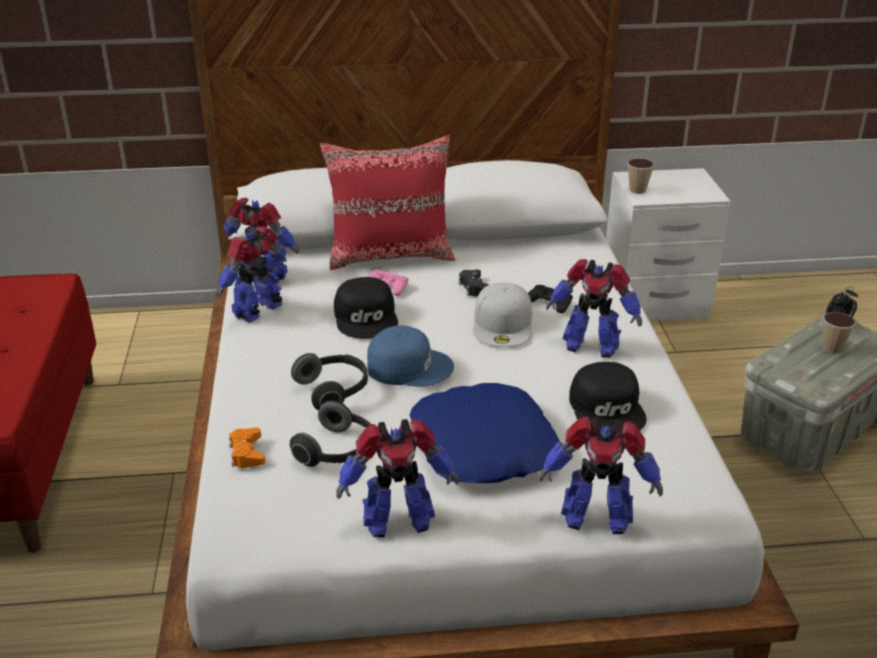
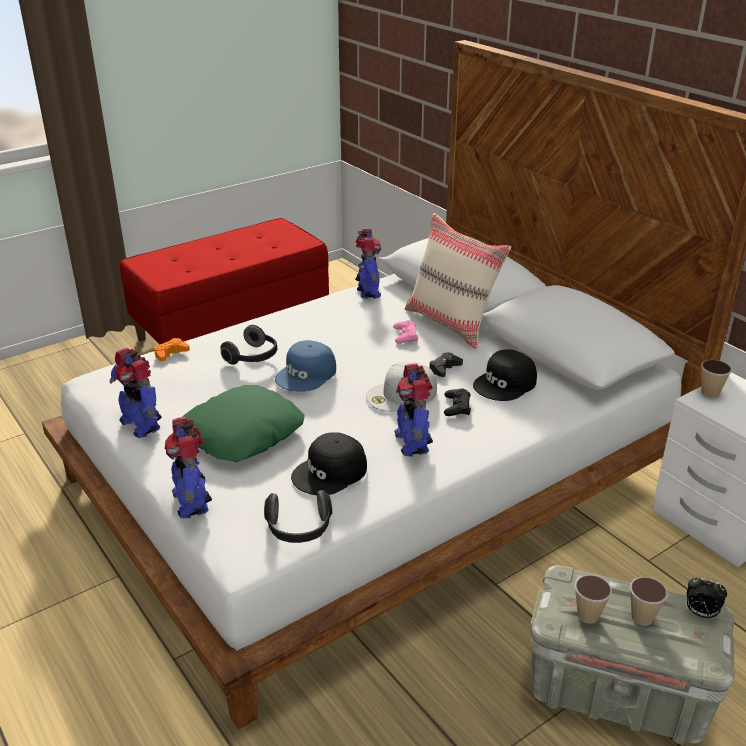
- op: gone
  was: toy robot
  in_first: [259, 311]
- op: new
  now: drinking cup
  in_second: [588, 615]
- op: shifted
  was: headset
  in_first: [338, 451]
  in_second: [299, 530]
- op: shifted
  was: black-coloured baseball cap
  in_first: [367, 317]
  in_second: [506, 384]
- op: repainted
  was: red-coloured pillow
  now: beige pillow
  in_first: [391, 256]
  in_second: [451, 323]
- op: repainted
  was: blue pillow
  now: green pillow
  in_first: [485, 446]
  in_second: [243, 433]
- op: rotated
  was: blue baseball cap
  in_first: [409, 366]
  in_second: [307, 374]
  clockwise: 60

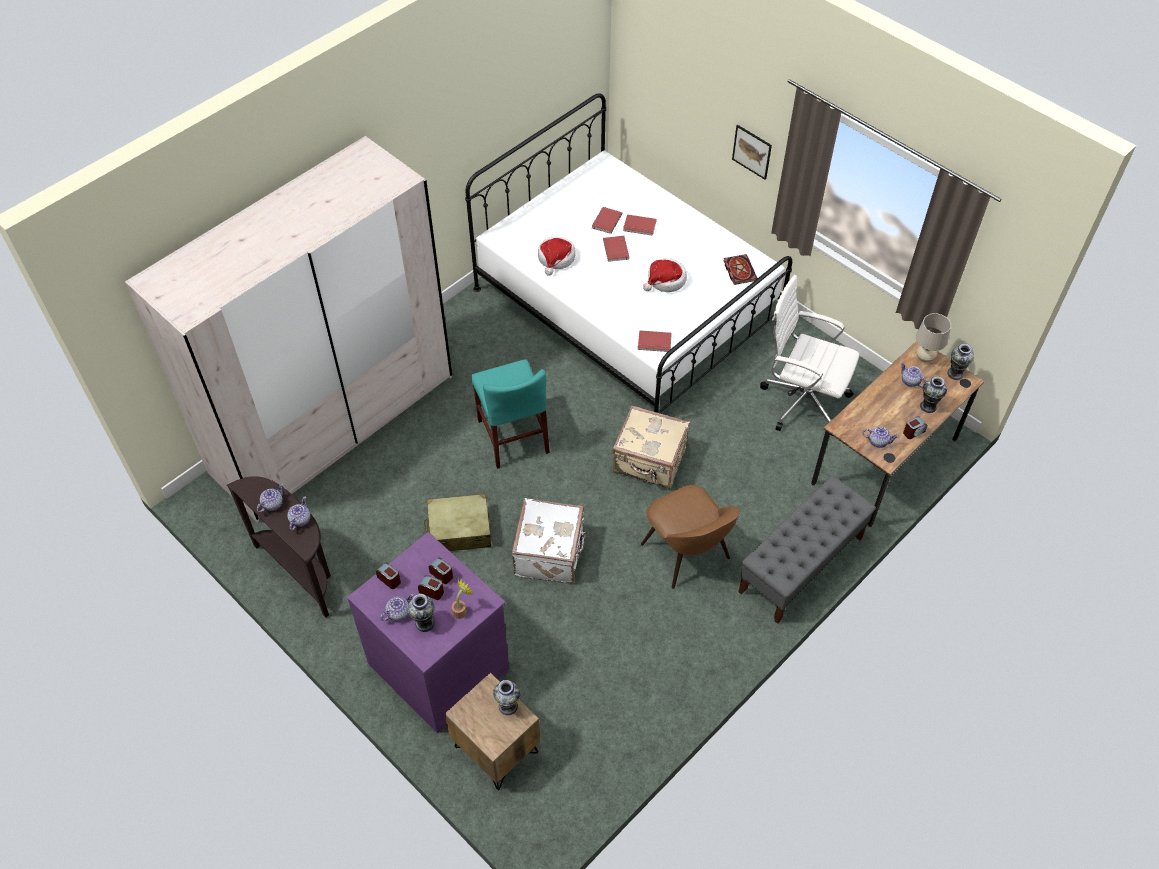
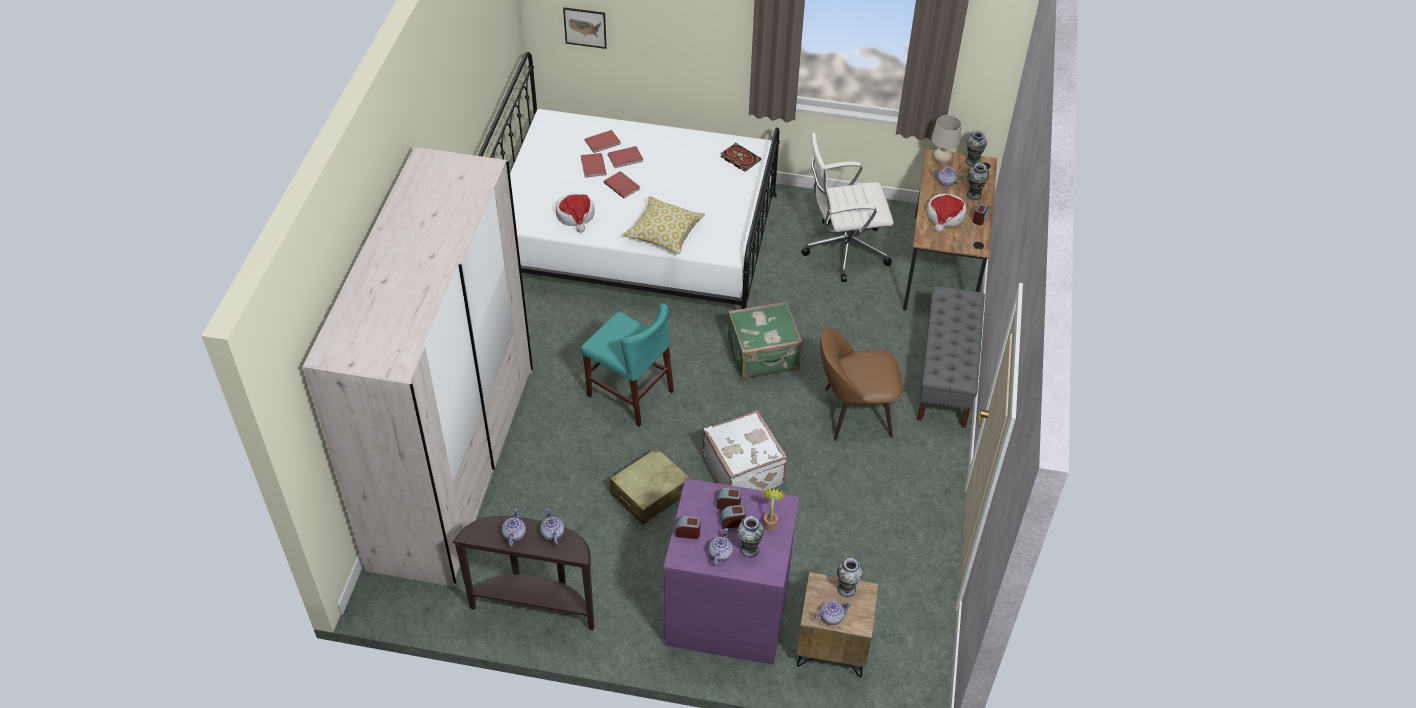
- op: new
  now: pillow
  in_second: [664, 233]
- op: shifted
  was: red-coloured book
  in_first: [654, 343]
  in_second: [603, 143]
- op: shifted
  was: clothing hat
  in_first: [665, 280]
  in_second: [945, 216]
- op: shifted
  was: wall picture
  in_first: [752, 151]
  in_second: [585, 27]
- op: shifted
  was: tea pot
  in_first: [877, 441]
  in_second: [831, 617]
- op: repainted
  was: beige travel case
  now: green travel case
  in_first: [649, 462]
  in_second: [764, 356]
- op: rotated
  was: brownish upright chair
  in_first: [687, 554]
  in_second: [854, 412]
  clockwise: 150

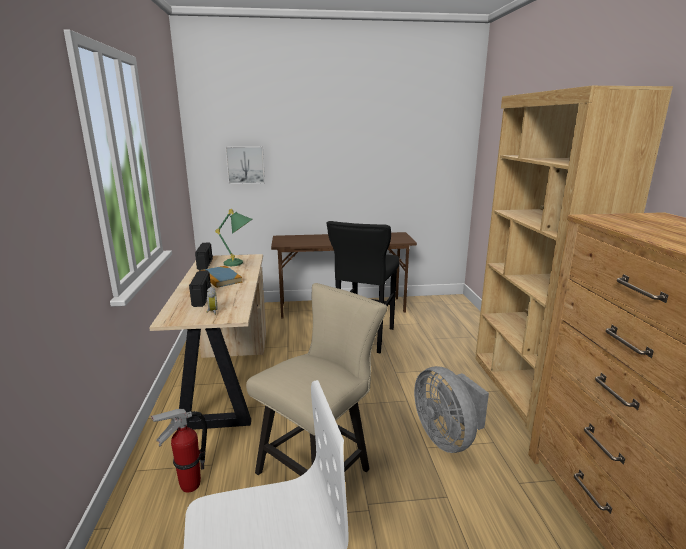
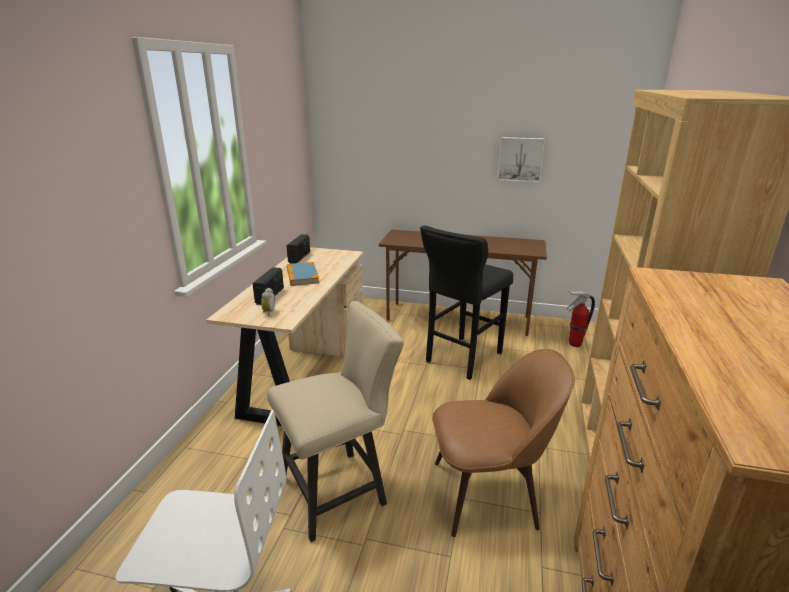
- op: gone
  was: green lamp for a table
  in_first: [240, 263]
- op: shifted
  was: fire-fighting cylinder
  in_first: [189, 485]
  in_second: [574, 344]
- op: shifted
  was: wall picture
  in_first: [245, 165]
  in_second: [520, 159]
- op: swapped
  was: grey electric fan
  now: brownish upright chair
  in_first: [447, 438]
  in_second: [489, 493]

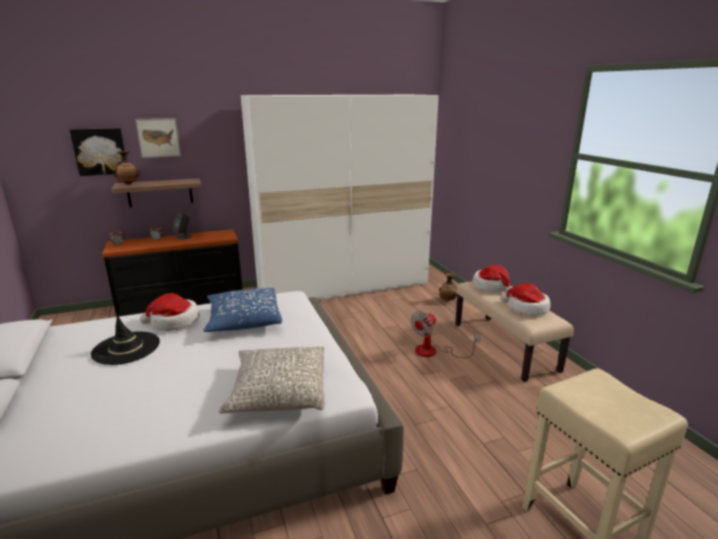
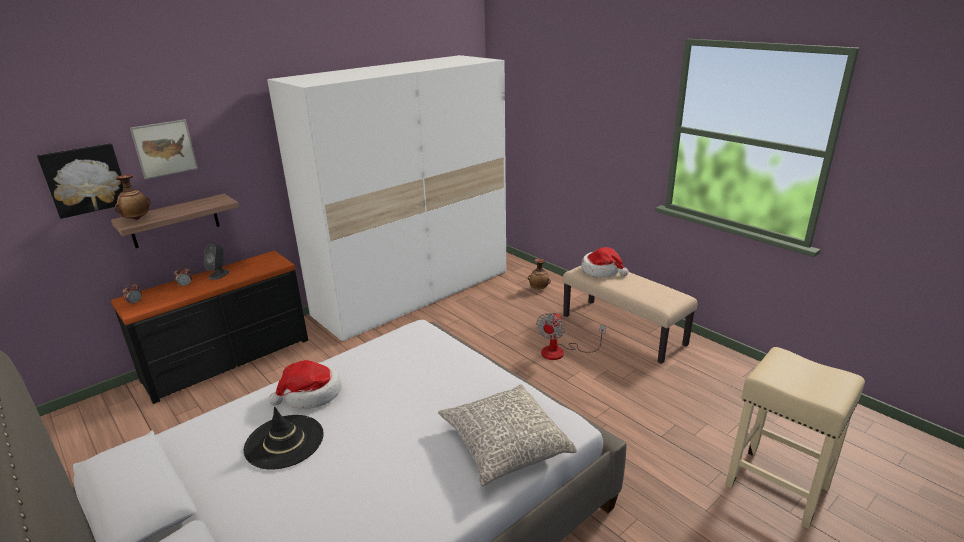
- op: gone
  was: blue pillow
  in_first: [243, 320]
- op: gone
  was: clothing hat
  in_first: [526, 308]

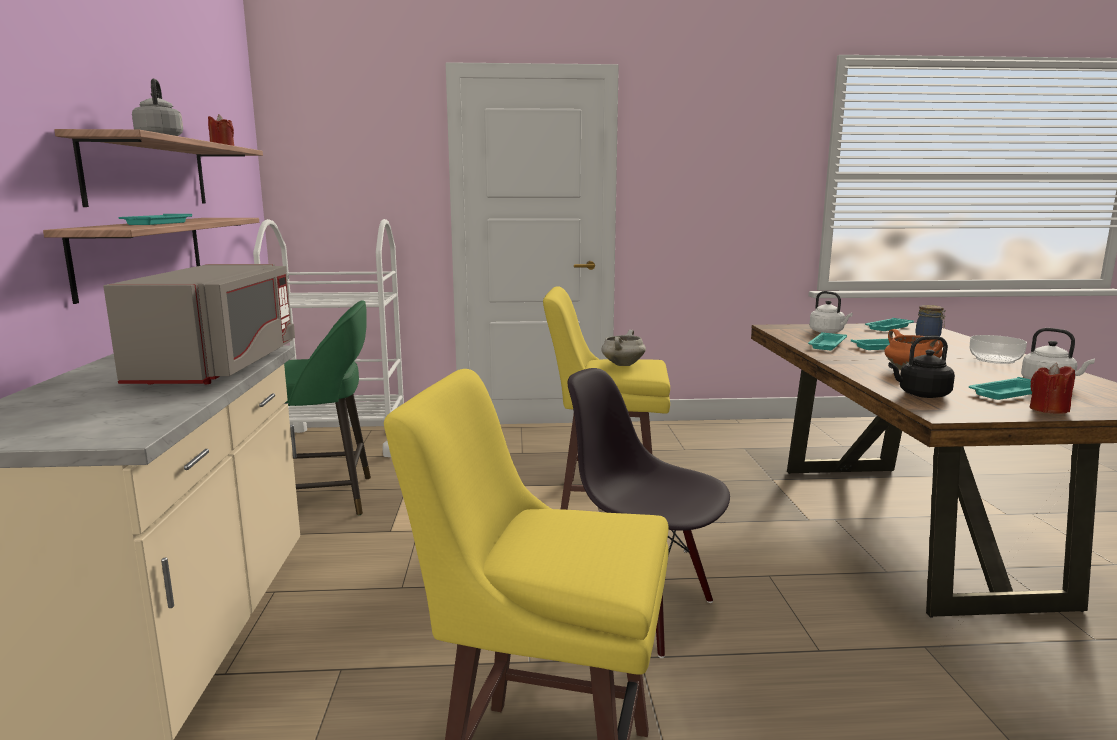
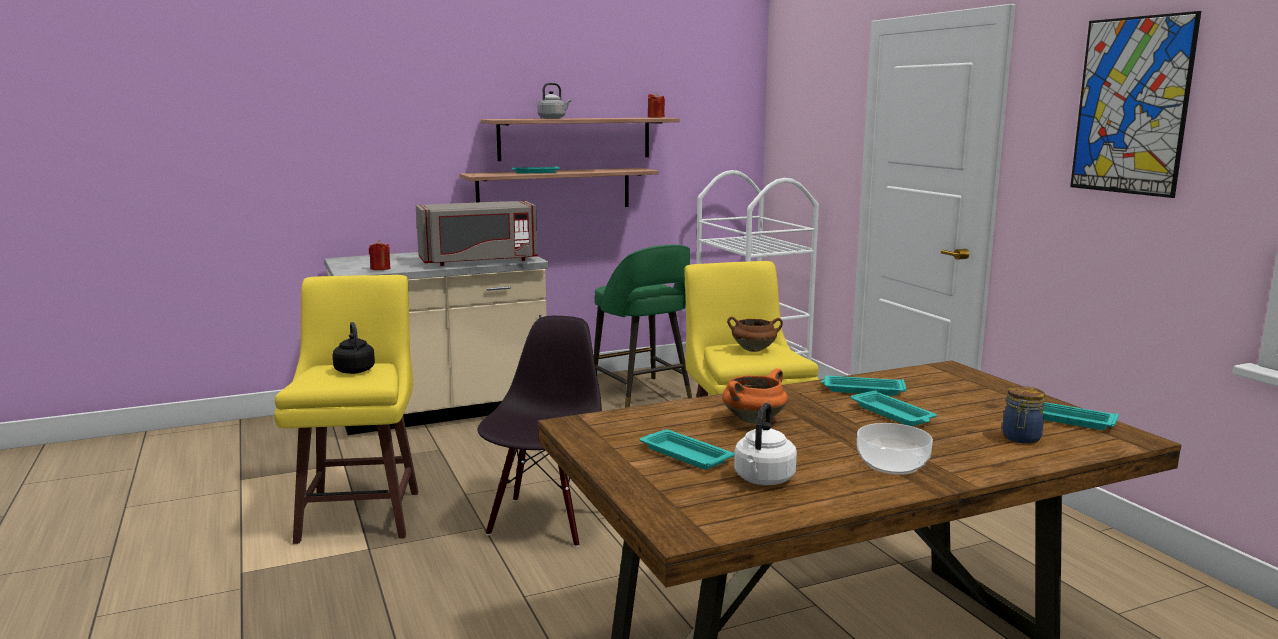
- op: gone
  was: whitish kettle
  in_first: [828, 332]
- op: new
  now: wall picture
  in_second: [1131, 106]
- op: shifted
  was: black-coloured kettle
  in_first: [921, 395]
  in_second: [354, 370]
- op: shifted
  was: red-coloured candle
  in_first: [1048, 409]
  in_second: [380, 269]
- op: repainted
  was: whitish stockpot
  now: brownish stockpot
  in_first: [622, 364]
  in_second: [754, 350]

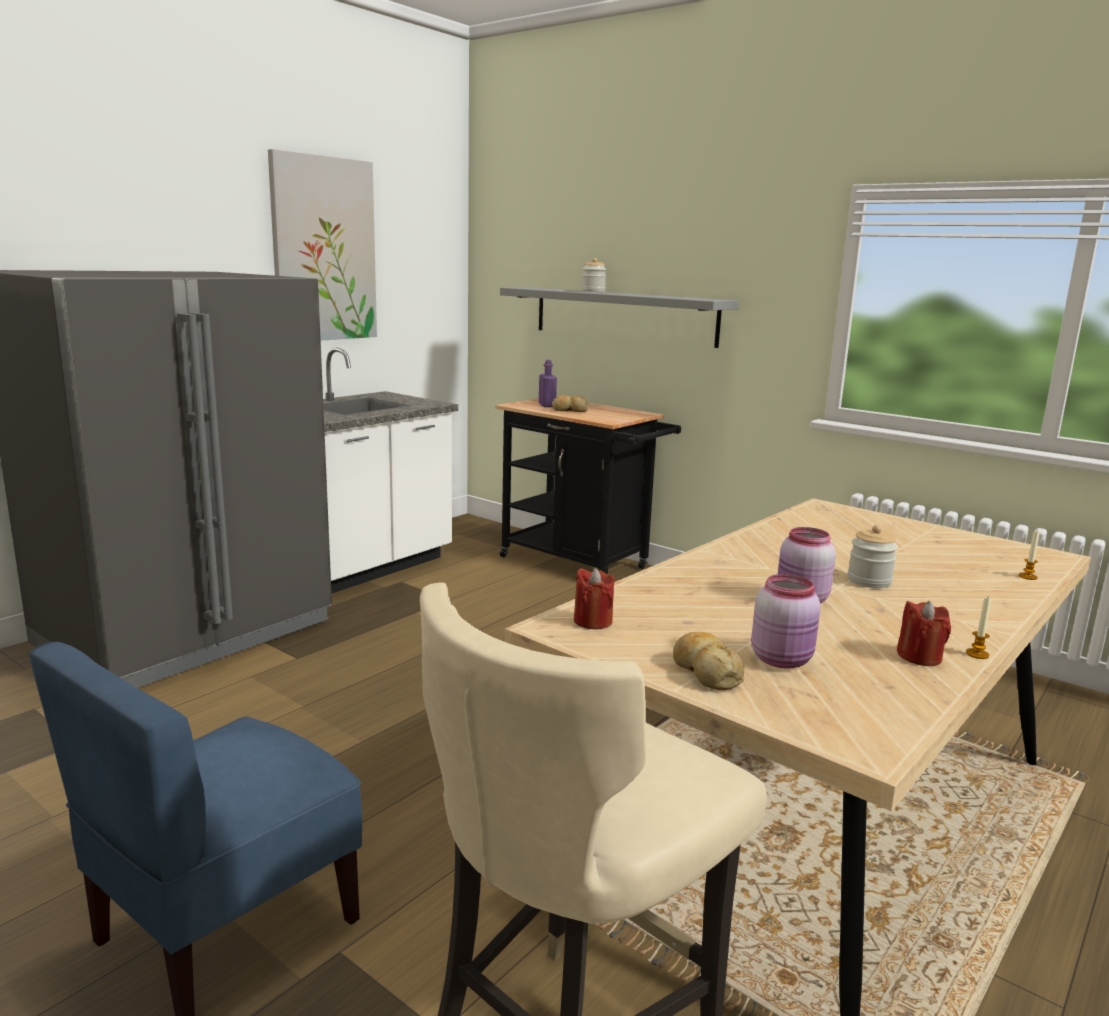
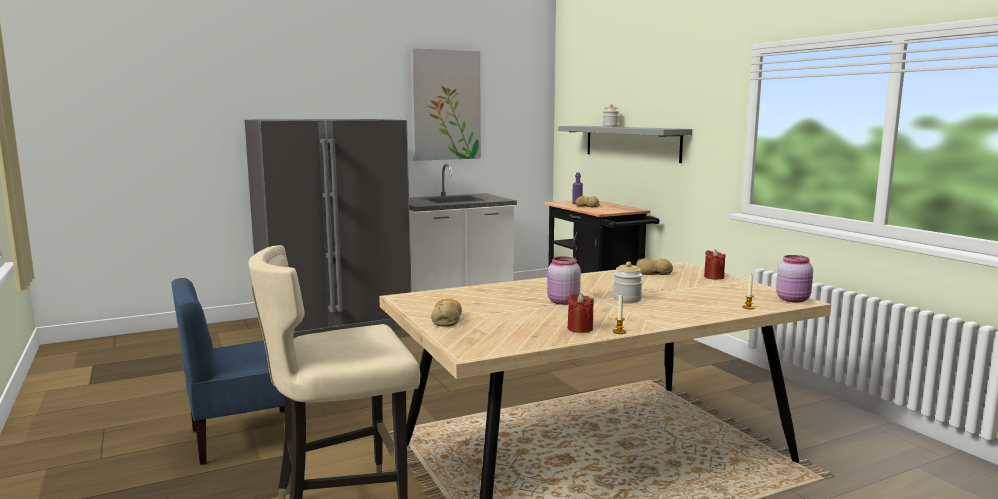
- op: new
  now: bakery bread
  in_second: [654, 273]
- op: shifted
  was: red-coloured candle
  in_first: [592, 621]
  in_second: [714, 277]
- op: shifted
  was: pink storage jar
  in_first: [783, 660]
  in_second: [793, 300]

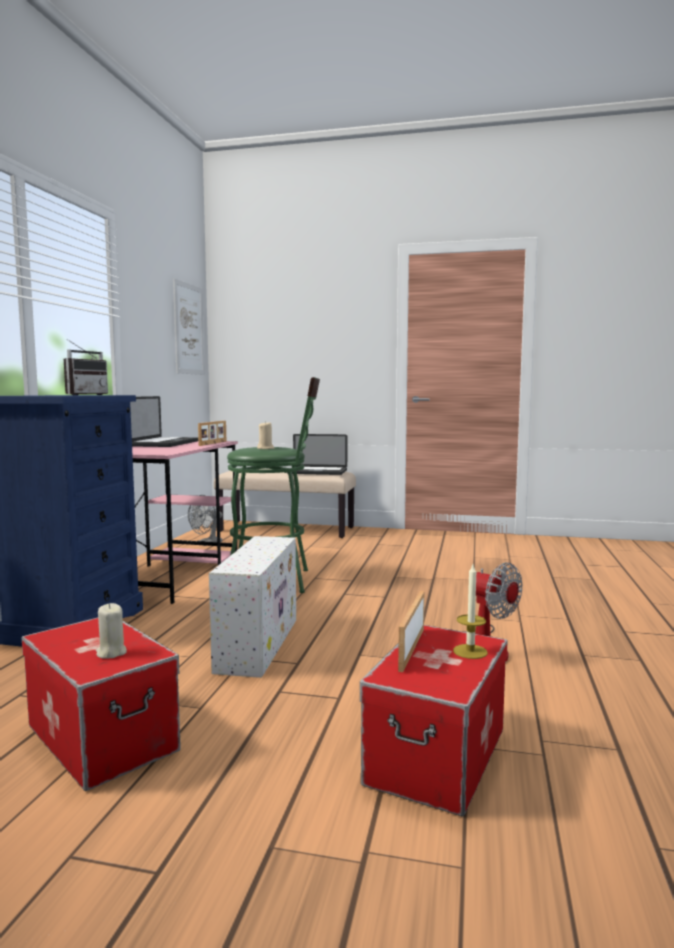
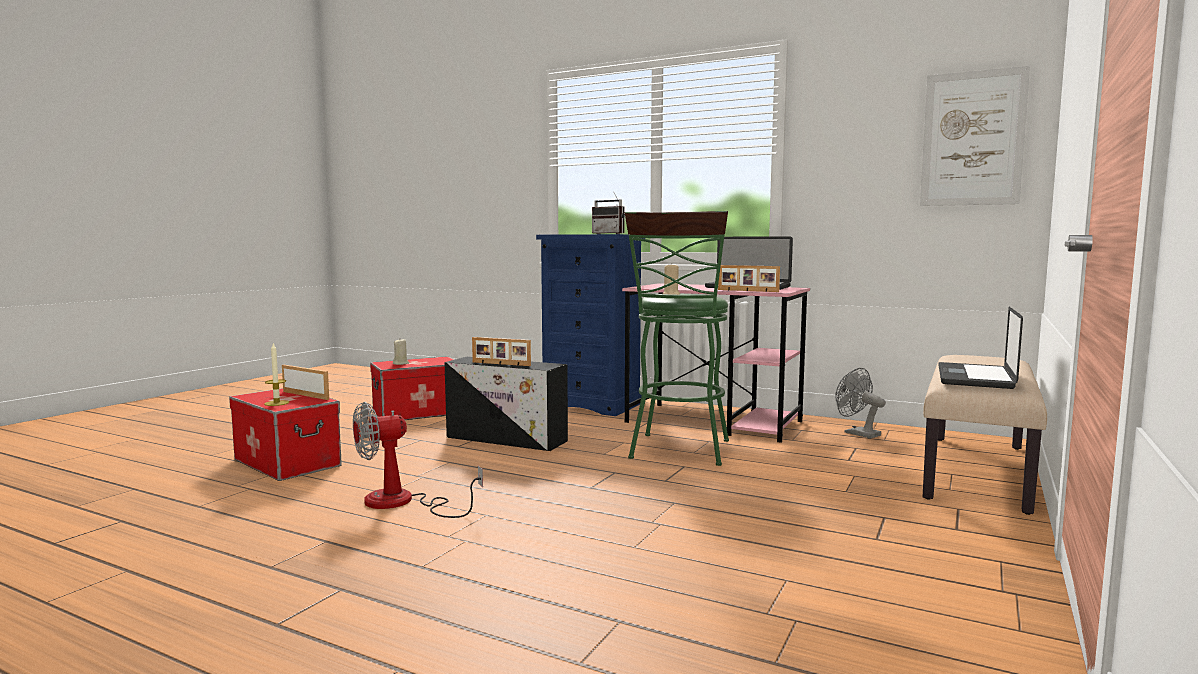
- op: new
  now: standing frame
  in_second: [500, 364]
- op: repainted
  was: whitish storage box
  now: black-coloured storage box
  in_first: [258, 643]
  in_second: [508, 439]

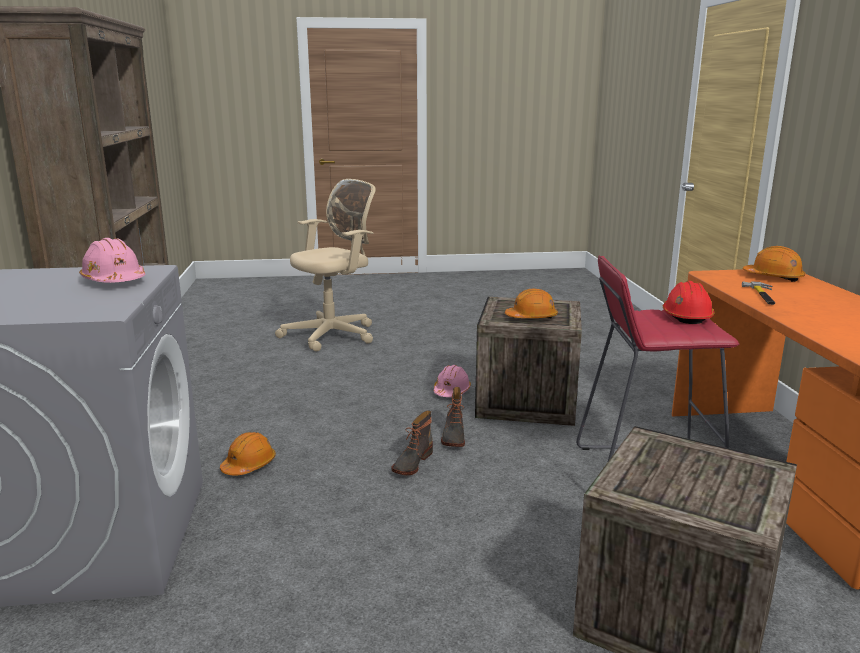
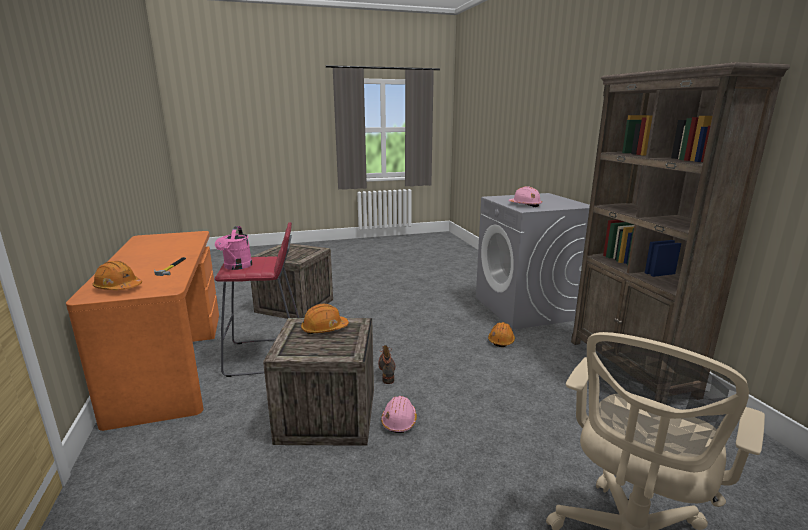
- op: gone
  was: boot
  in_first: [411, 463]
- op: swapped
  was: red-coloured hard hat
  now: pink sprinkling can
  in_first: [686, 316]
  in_second: [236, 267]

